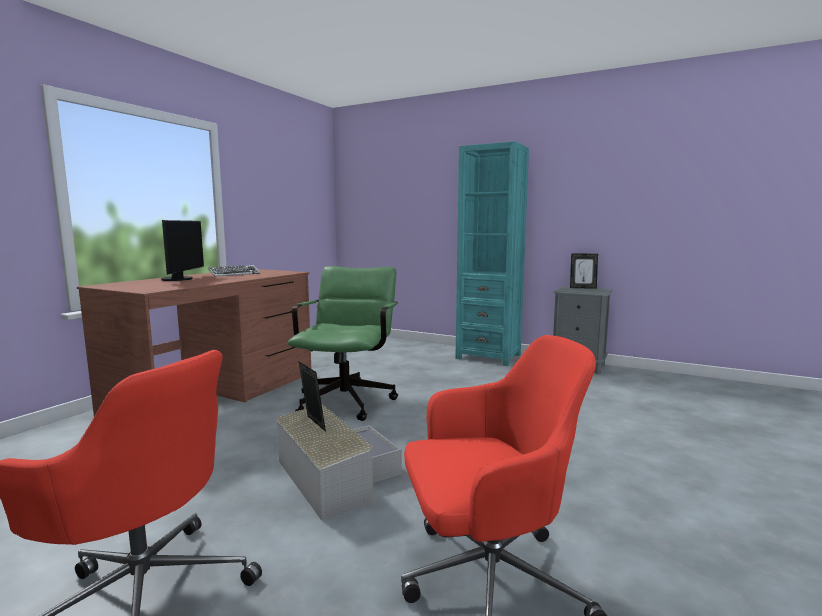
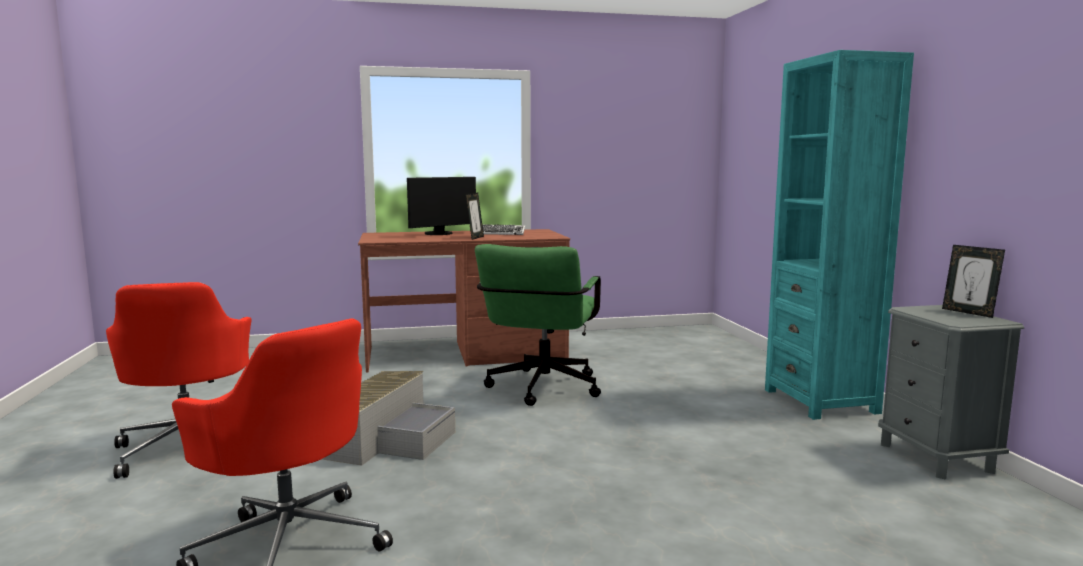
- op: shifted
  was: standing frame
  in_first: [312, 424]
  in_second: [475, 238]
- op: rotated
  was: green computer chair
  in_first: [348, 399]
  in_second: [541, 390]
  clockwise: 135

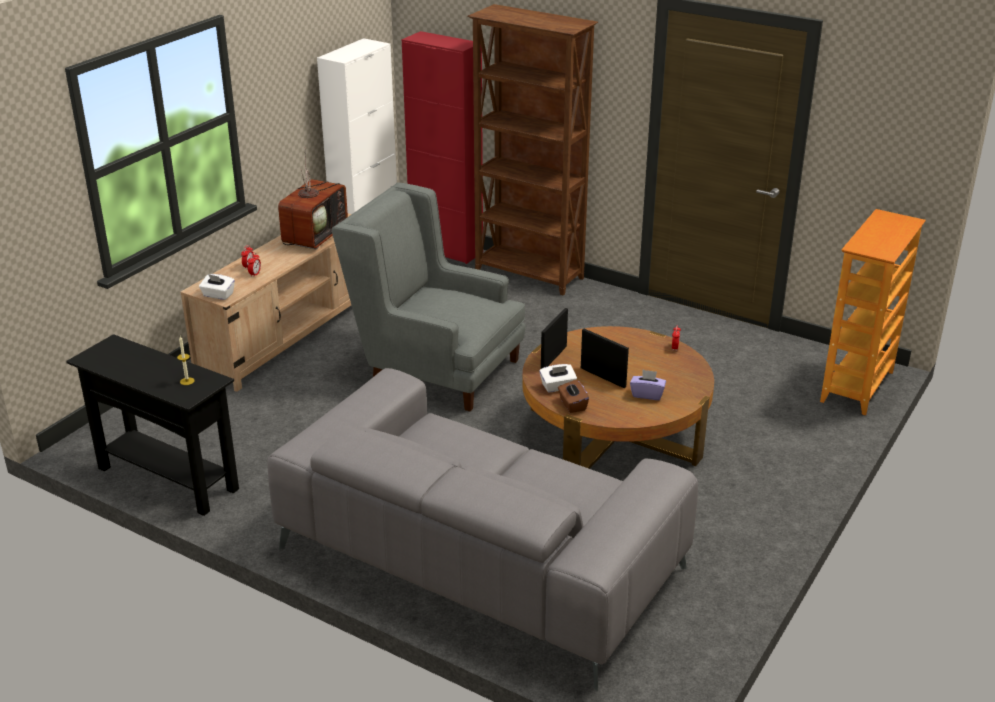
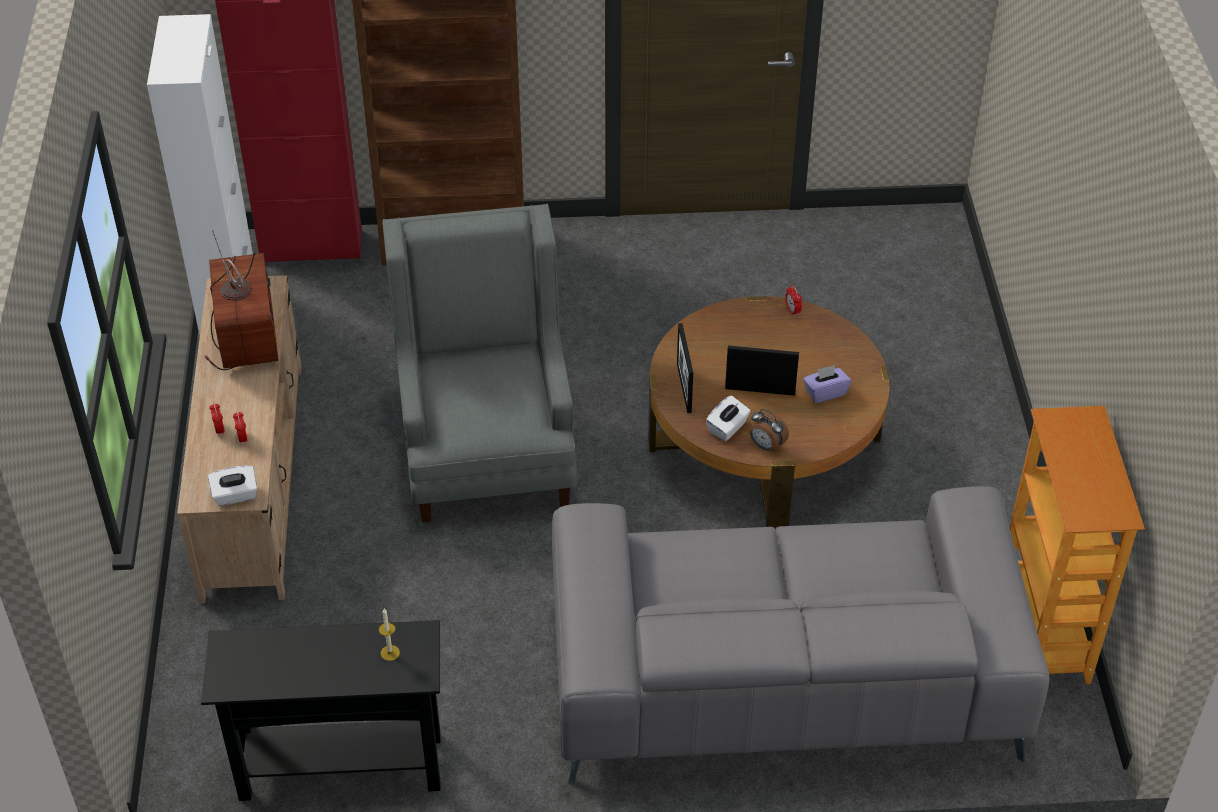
- op: shifted
  was: bookshelf
  in_first: [858, 387]
  in_second: [1044, 631]
- op: swapped
  was: brownish tissue box
  now: table clock
  in_first: [572, 405]
  in_second: [766, 446]
- op: rotated
  was: grey lounge chair
  in_first: [434, 368]
  in_second: [486, 445]
  clockwise: 90

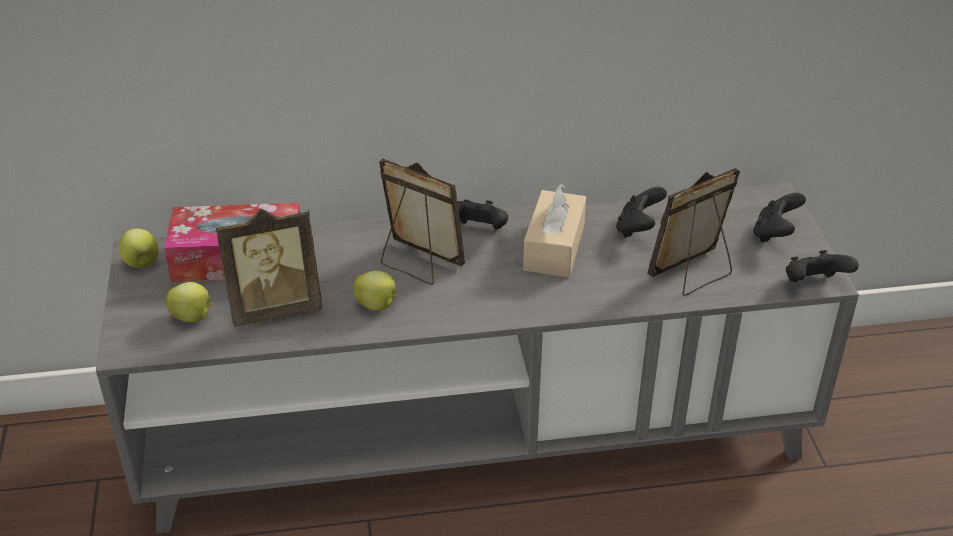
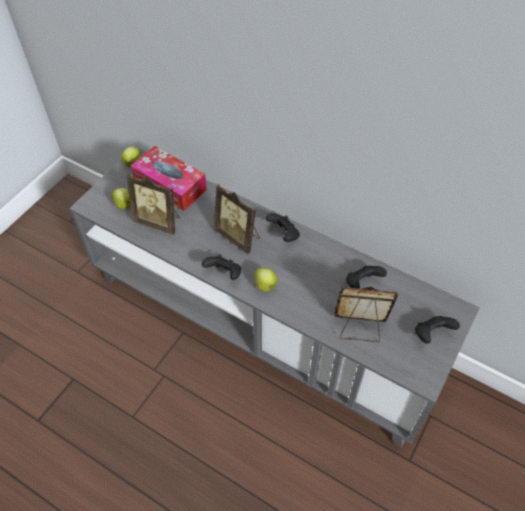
- op: gone
  was: beige tissue box
  in_first: [554, 248]
- op: shifted
  was: apple fruit
  in_first: [377, 306]
  in_second: [265, 286]
- op: shifted
  was: black-coloured gamepad
  in_first: [813, 284]
  in_second: [224, 273]
- op: rotated
  was: standing frame
  in_first: [418, 264]
  in_second: [238, 236]
  clockwise: 150

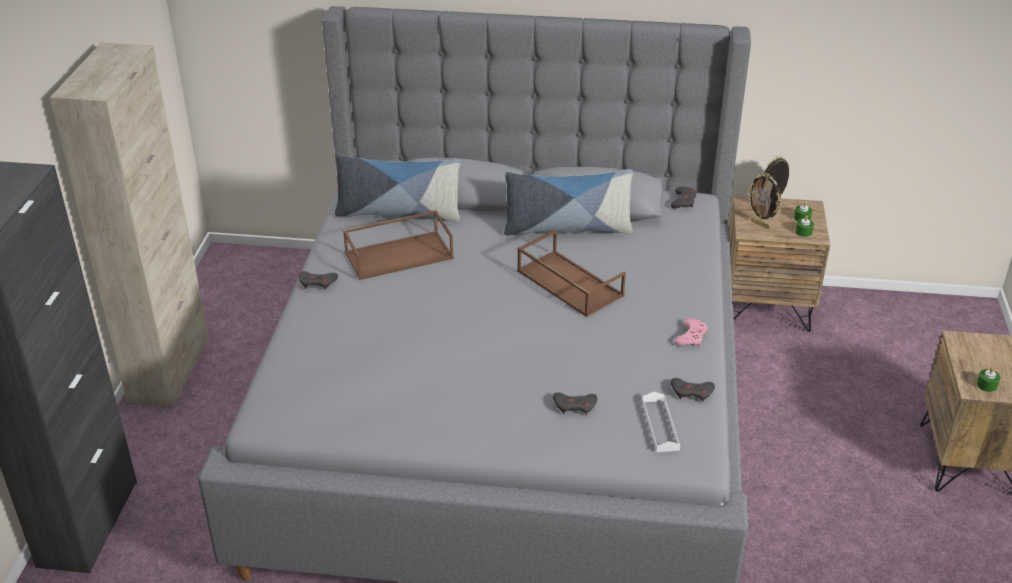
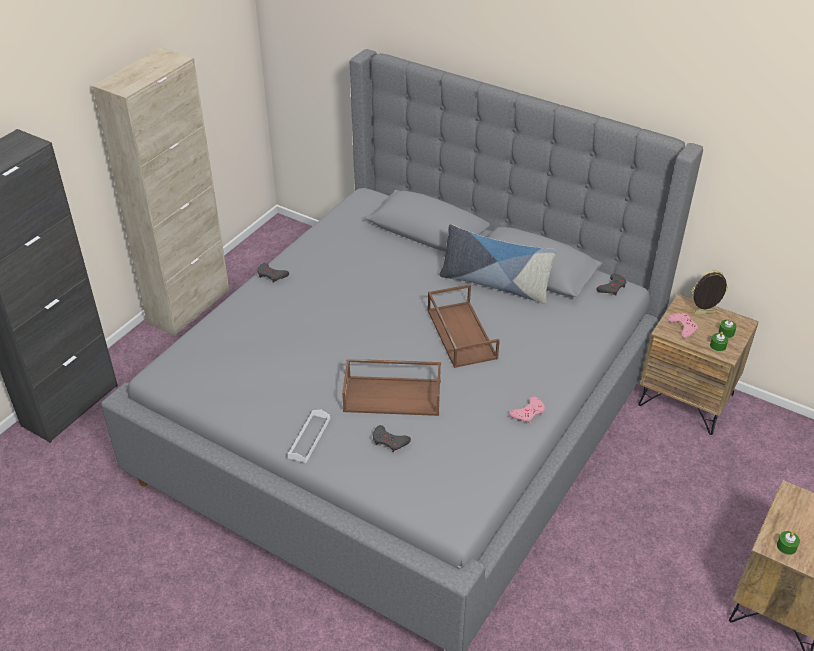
- op: gone
  was: pillow
  in_first: [398, 213]
- op: gone
  was: grey gamepad
  in_first: [692, 392]
- op: shifted
  was: brownish tray
  in_first: [399, 254]
  in_second: [393, 395]
- op: shifted
  was: whitish tray
  in_first: [660, 425]
  in_second: [309, 438]
- op: swapped
  was: standing frame
  now: pink gamepad
  in_first: [760, 224]
  in_second: [683, 327]

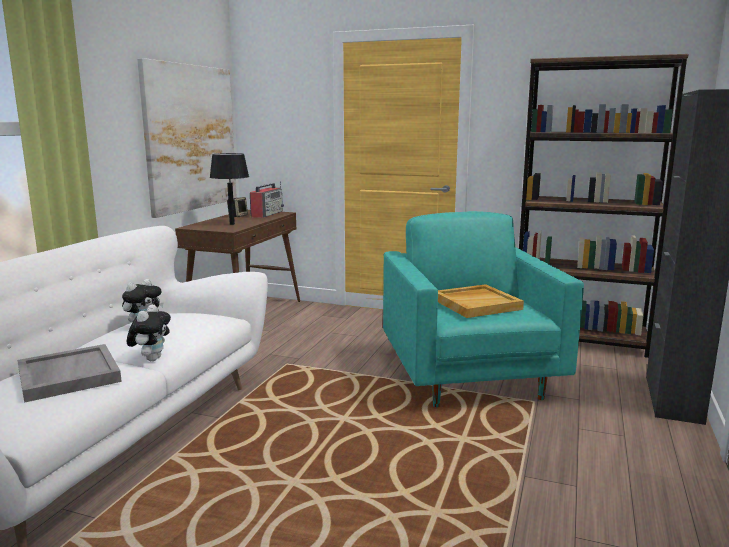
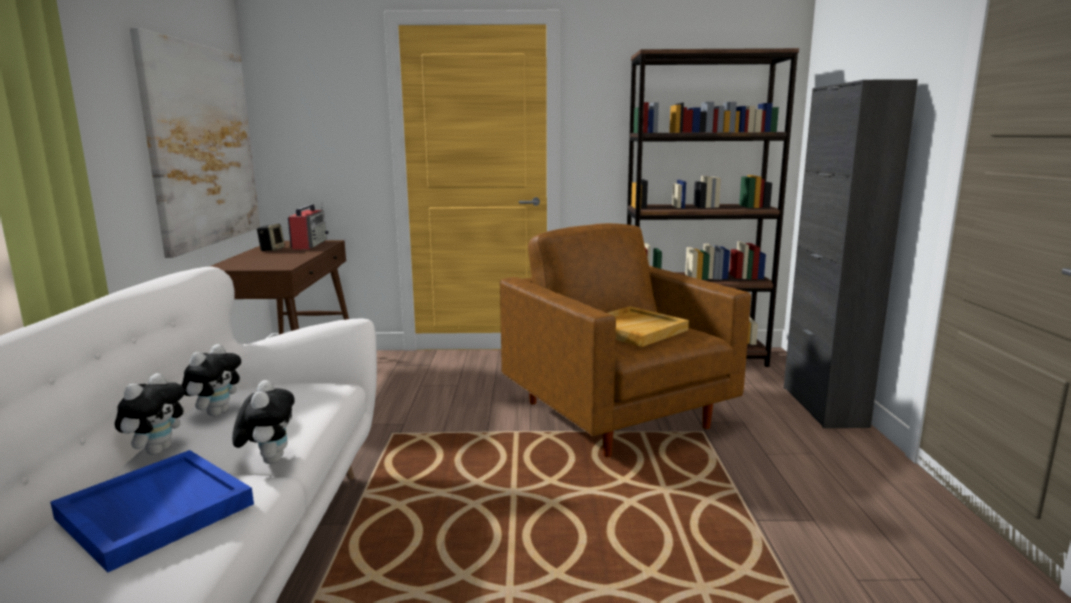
- op: gone
  was: black-coloured lamp for a table
  in_first: [232, 224]
- op: new
  now: soft toy
  in_second: [157, 450]
- op: repainted
  was: grey tray
  now: blue tray
  in_first: [68, 376]
  in_second: [153, 511]
- op: repainted
  was: turquoise lounge chair
  now: brownish lounge chair
  in_first: [470, 377]
  in_second: [617, 415]

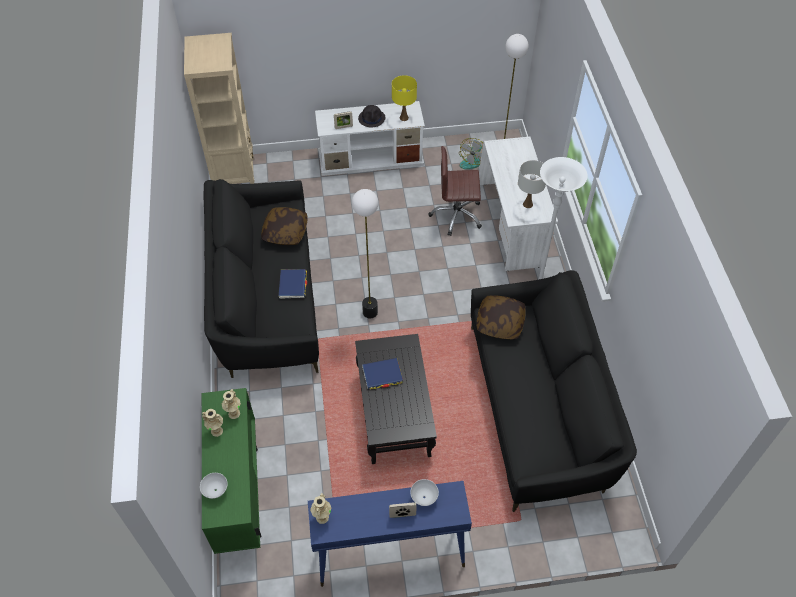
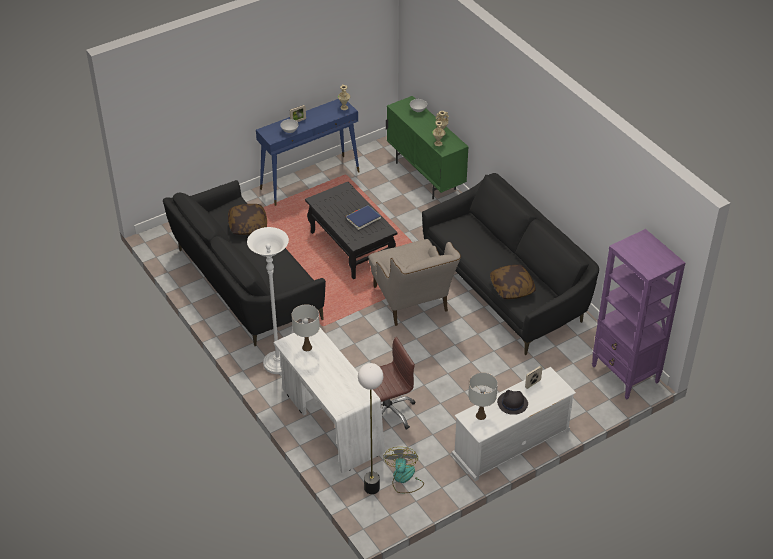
- op: gone
  was: blue book
  in_first: [292, 285]
- op: shifted
  was: pillow
  in_first: [500, 323]
  in_second: [248, 225]
- op: swapped
  was: standing lamp
  now: beige lounge chair
  in_first: [370, 312]
  in_second: [413, 304]
- op: repainted
  was: beige bookshelf
  now: purple bookshelf
  in_first: [235, 177]
  in_second: [625, 374]
- op: repainted
  was: yellow lamp for a table
  now: whitish lamp for a table
  in_first: [403, 118]
  in_second: [481, 415]

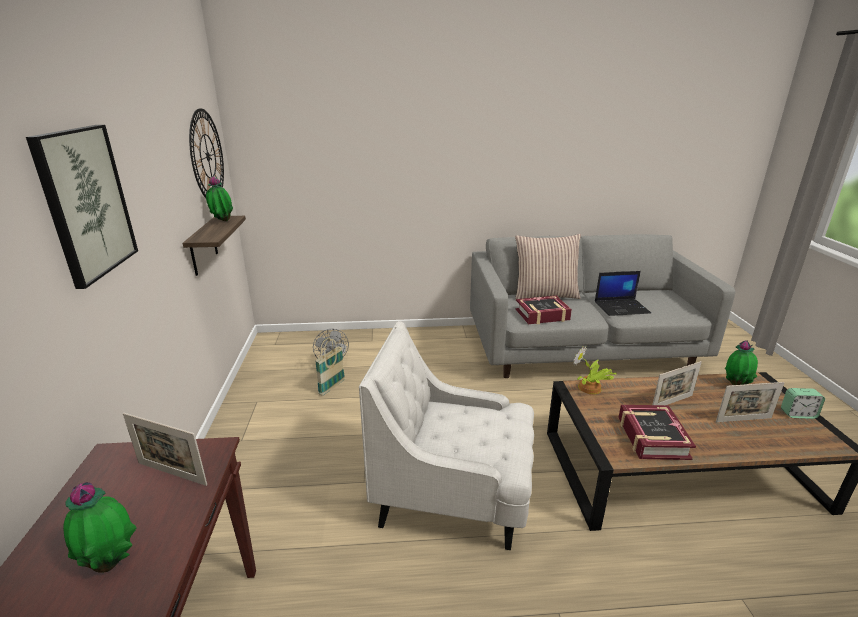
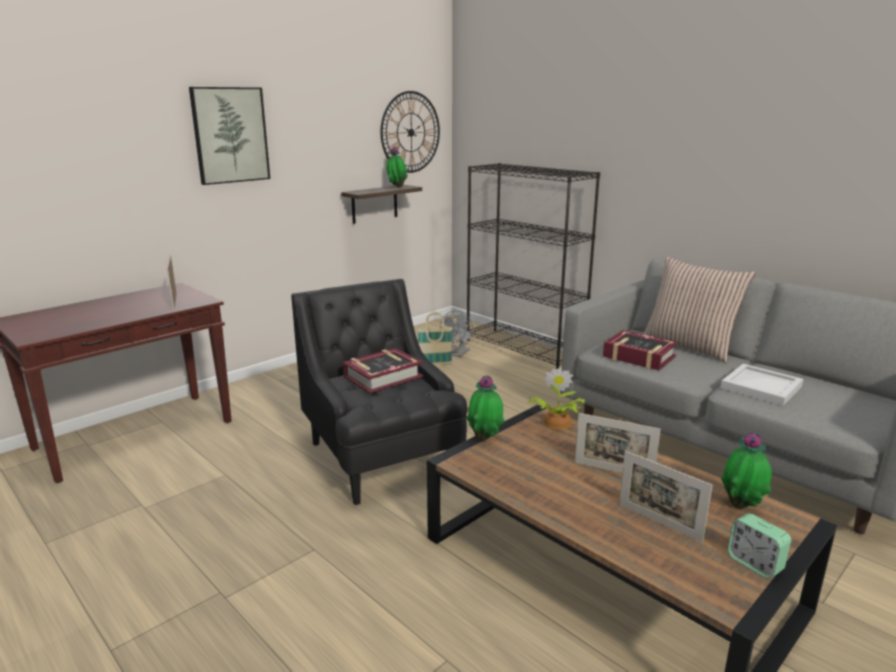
- op: new
  now: black-coloured bookshelf
  in_second: [524, 349]
- op: shifted
  was: plant in a pot
  in_first: [111, 562]
  in_second: [485, 438]
- op: shifted
  was: book
  in_first: [652, 437]
  in_second: [383, 377]
- op: swapped
  was: notebook computer
  now: whitish tray
  in_first: [622, 307]
  in_second: [762, 387]
- op: repainted
  was: whitish lounge chair
  now: black-coloured lounge chair
  in_first: [453, 497]
  in_second: [381, 460]

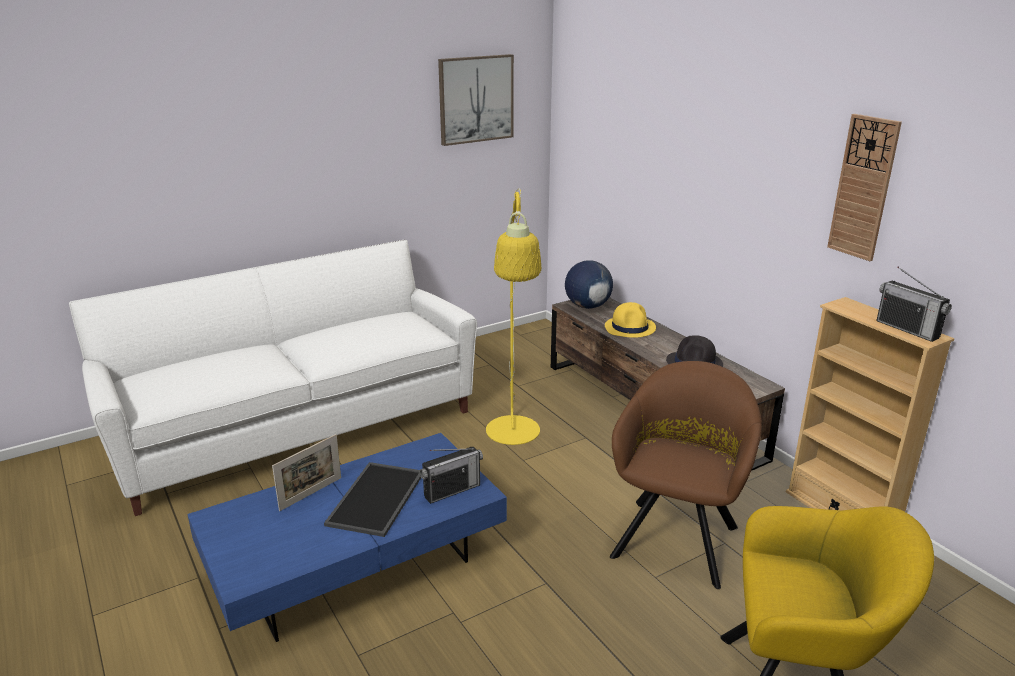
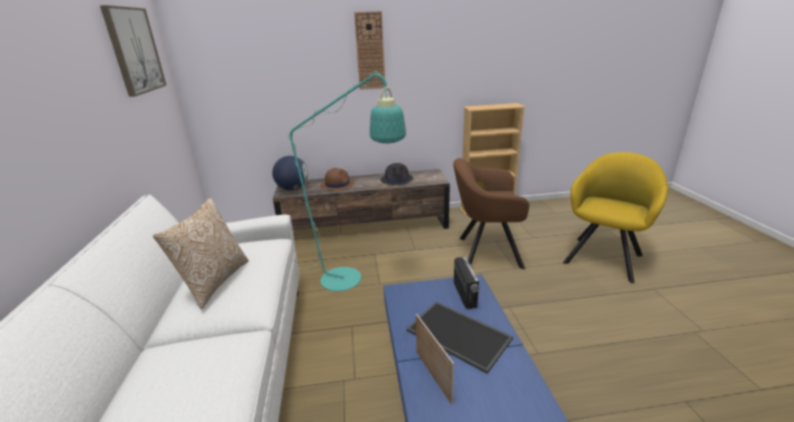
- op: gone
  was: radio receiver
  in_first: [907, 329]
- op: new
  now: pillow
  in_second: [214, 282]
- op: shifted
  was: clock on the wall
  in_first: [863, 188]
  in_second: [370, 51]
- op: repainted
  was: yellow standing lamp
  now: turquoise standing lamp
  in_first: [513, 438]
  in_second: [351, 280]
- op: repainted
  was: yellow clothing hat
  now: brownish clothing hat
  in_first: [630, 327]
  in_second: [337, 184]
- op: rotated
  was: brownish lounge chair
  in_first: [677, 536]
  in_second: [485, 252]
  clockwise: -45

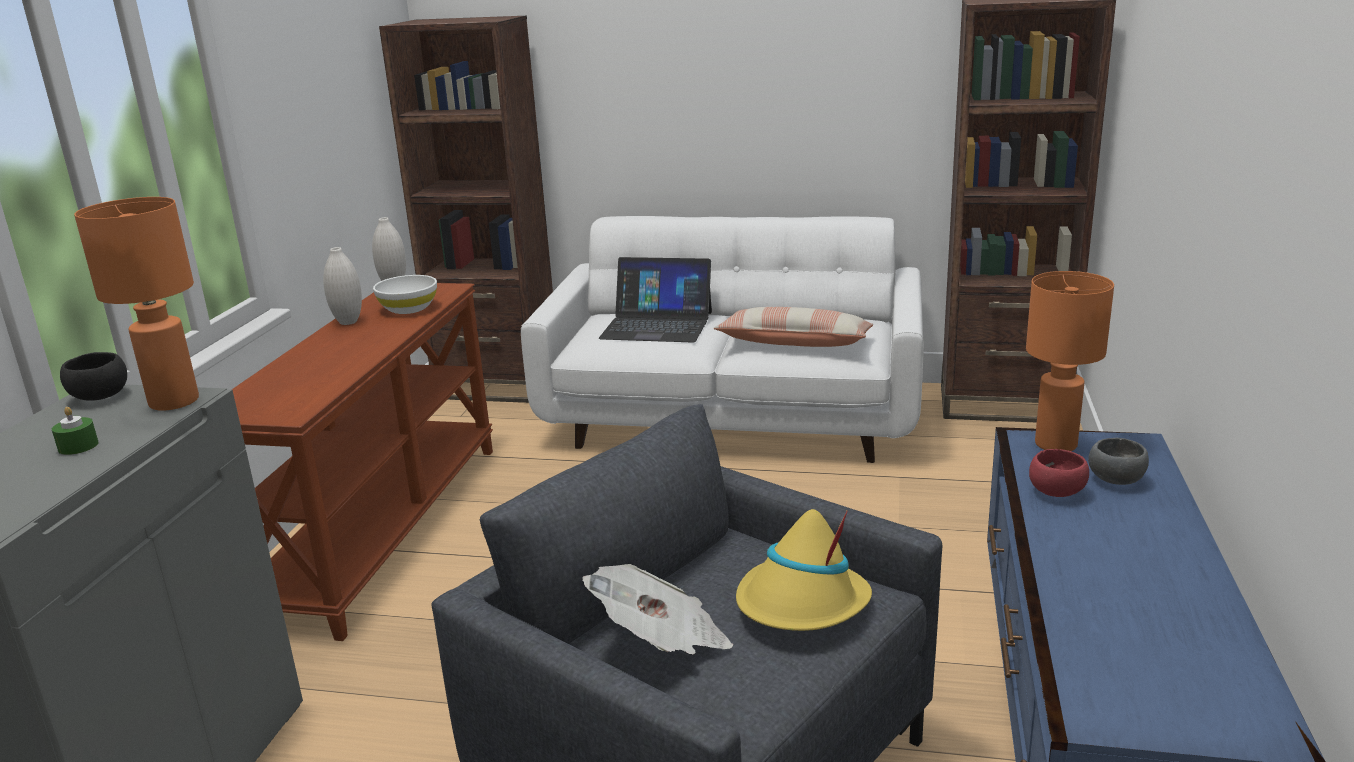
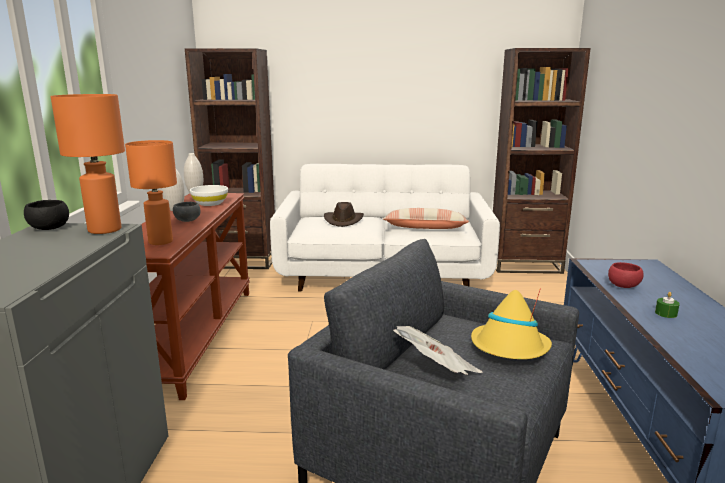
- op: shifted
  was: green candle
  in_first: [78, 446]
  in_second: [666, 313]
- op: shifted
  was: orangey lamp for a table
  in_first: [1056, 444]
  in_second: [161, 241]
- op: shifted
  was: grey bowl
  in_first: [1117, 481]
  in_second: [188, 221]
- op: swapped
  was: notebook computer
  now: brownish clothing hat
  in_first: [657, 325]
  in_second: [344, 220]

